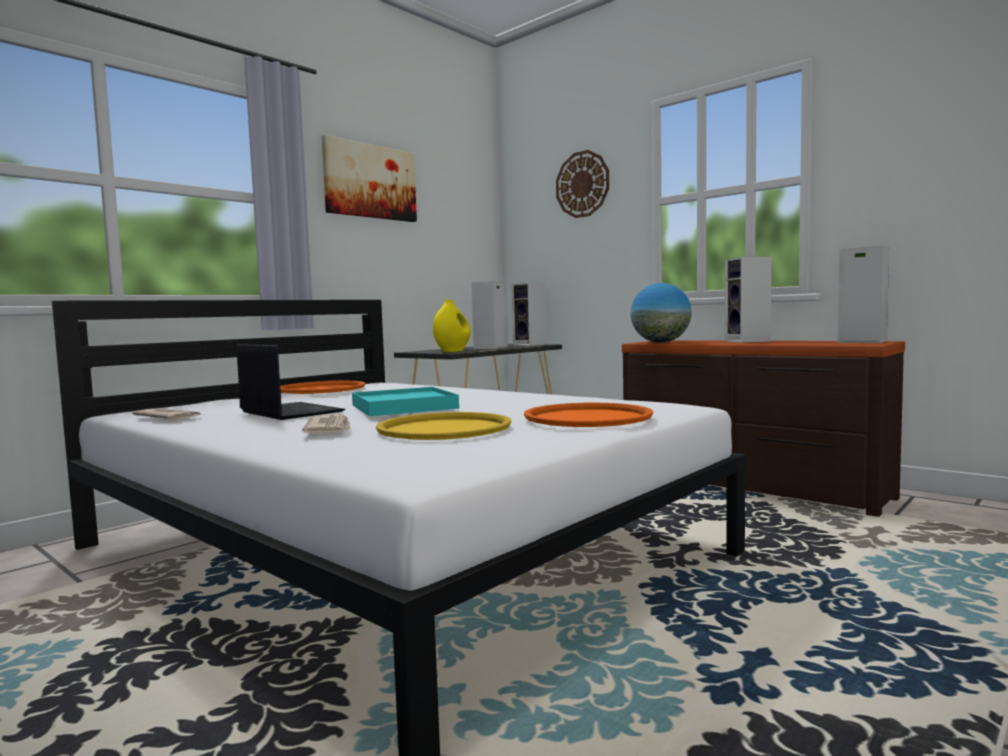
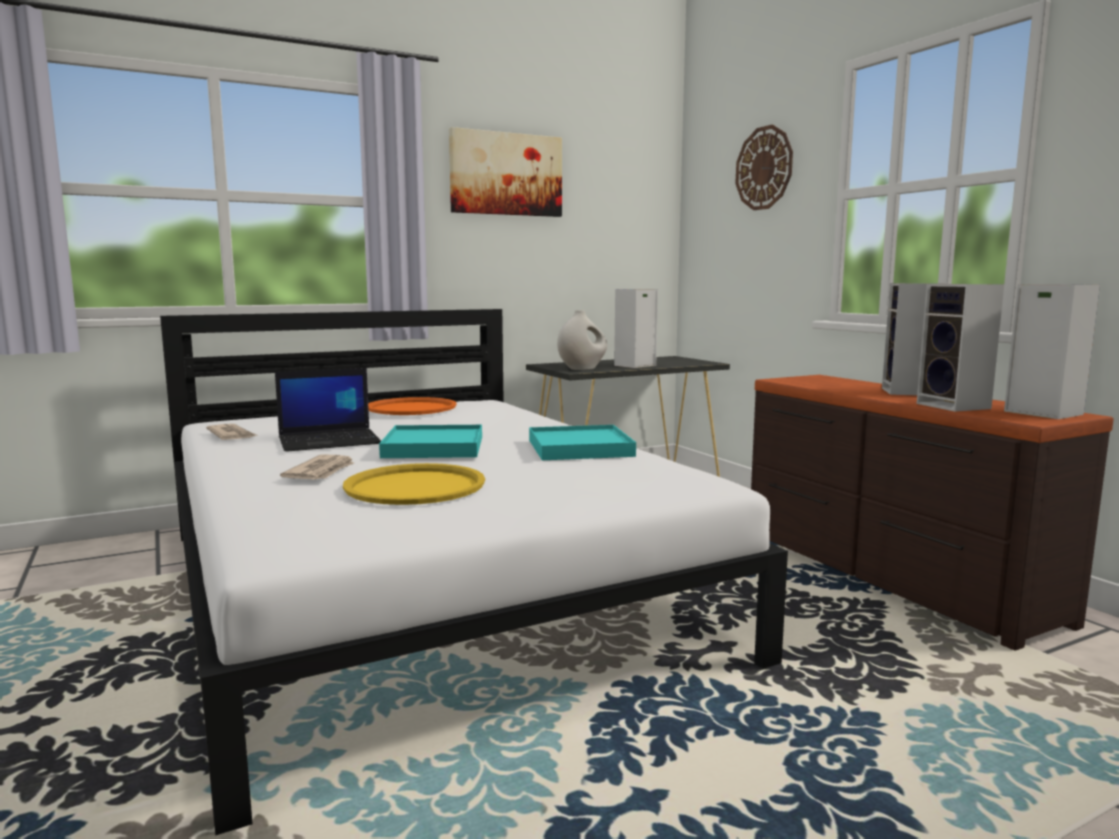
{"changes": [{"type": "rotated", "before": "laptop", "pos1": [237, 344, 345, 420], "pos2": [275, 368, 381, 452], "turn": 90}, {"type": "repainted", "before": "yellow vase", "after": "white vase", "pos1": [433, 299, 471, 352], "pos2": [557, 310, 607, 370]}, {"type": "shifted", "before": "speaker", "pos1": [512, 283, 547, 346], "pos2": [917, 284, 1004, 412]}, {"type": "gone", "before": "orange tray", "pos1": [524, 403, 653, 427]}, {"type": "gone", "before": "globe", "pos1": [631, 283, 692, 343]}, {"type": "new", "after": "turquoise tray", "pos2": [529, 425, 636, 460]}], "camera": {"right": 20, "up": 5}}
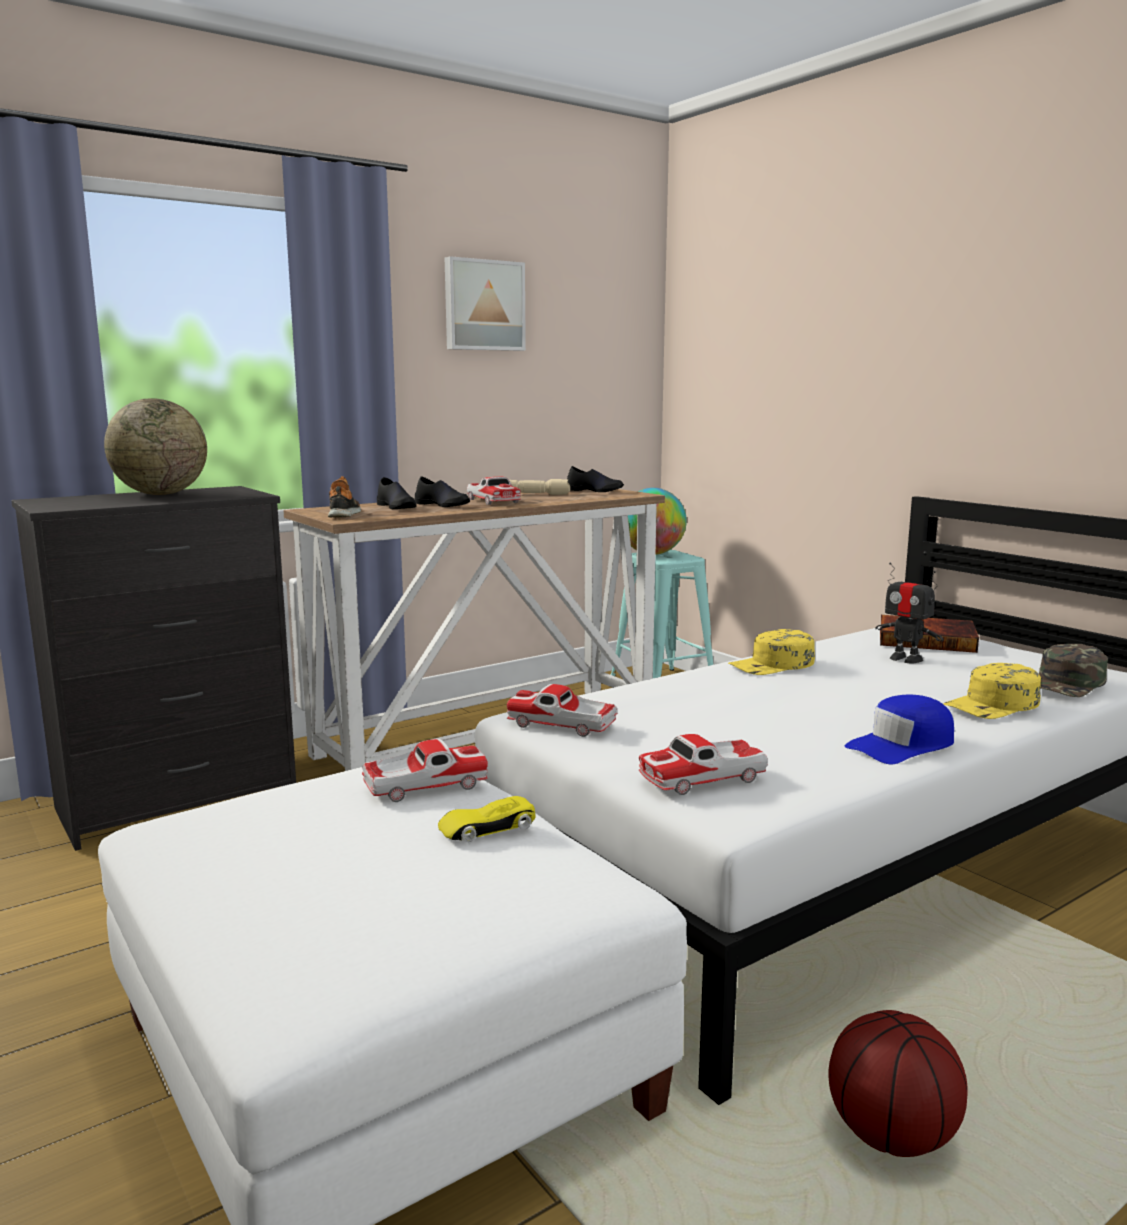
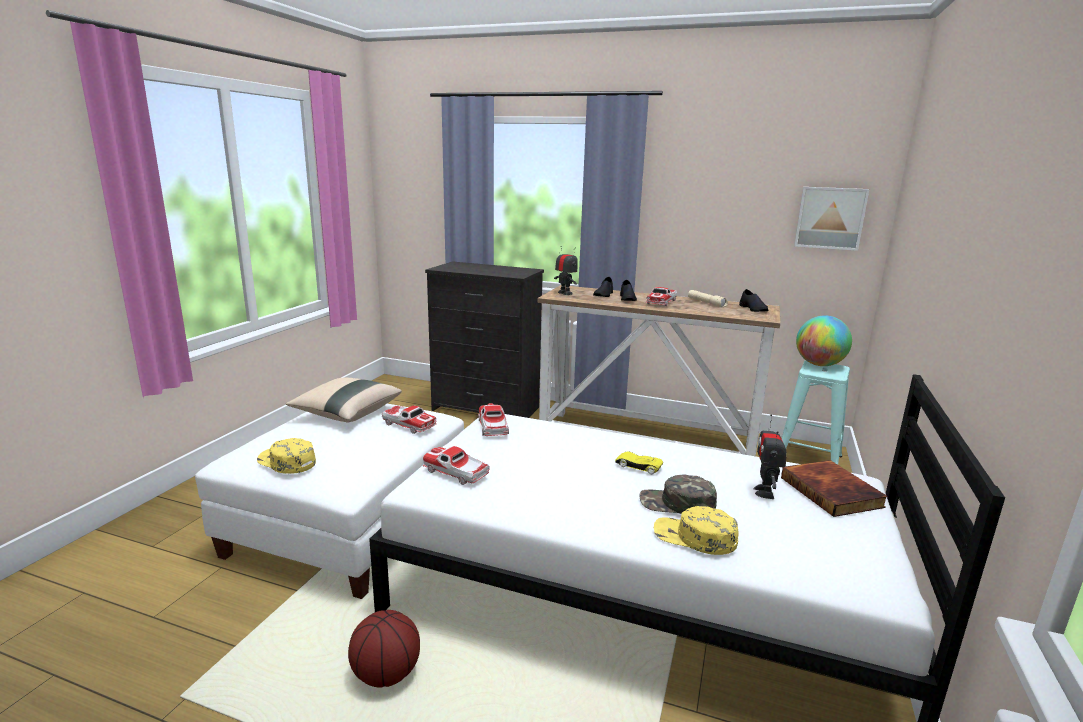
{"changes": [{"type": "gone", "before": "globe", "pos1": [104, 399, 207, 495]}, {"type": "swapped", "before": "shoe", "after": "toy robot", "pos1": [328, 476, 361, 518], "pos2": [554, 247, 578, 295]}, {"type": "shifted", "before": "yellow toy car", "pos1": [438, 796, 536, 842], "pos2": [615, 451, 663, 474]}, {"type": "shifted", "before": "picture", "pos1": [445, 256, 526, 351], "pos2": [794, 187, 869, 251]}, {"type": "shifted", "before": "yellow cap", "pos1": [728, 629, 815, 675], "pos2": [257, 438, 316, 474]}, {"type": "gone", "before": "blue cap", "pos1": [845, 695, 954, 764]}, {"type": "shifted", "before": "green cap", "pos1": [1039, 644, 1108, 697], "pos2": [639, 475, 717, 514]}, {"type": "new", "after": "beige pillow", "pos2": [286, 378, 402, 422]}], "camera": {"right": 55, "up": 5}}
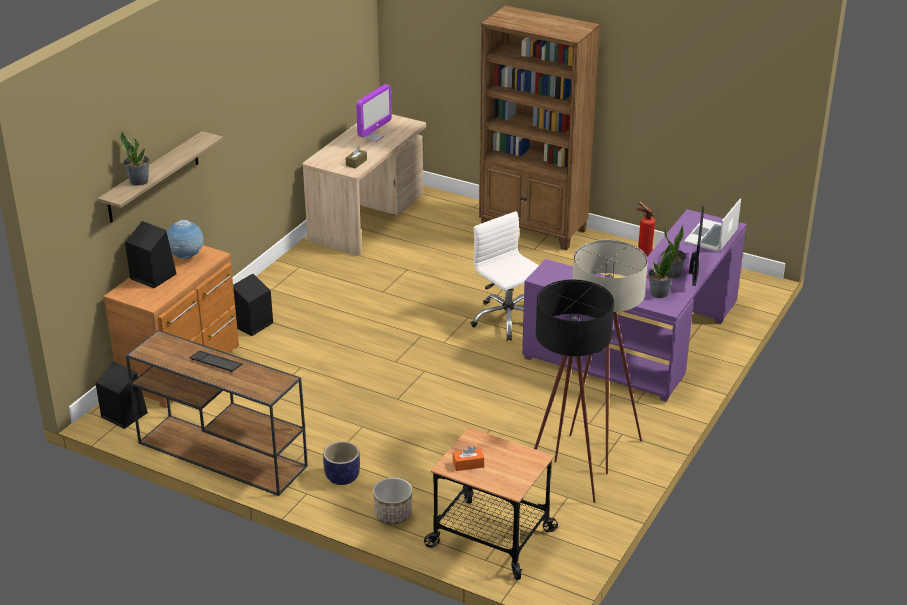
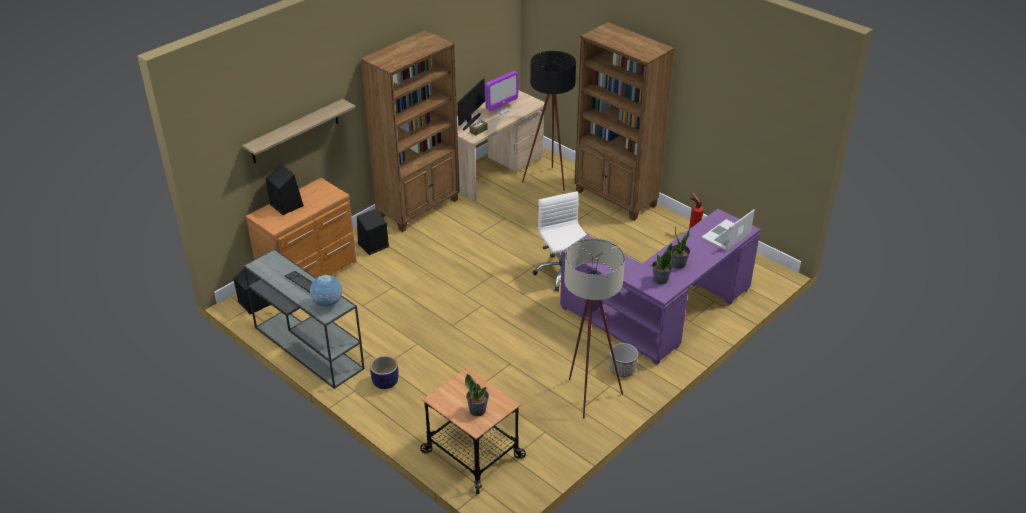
{"changes": [{"type": "shifted", "before": "potted plant", "pos1": [120, 131, 149, 186], "pos2": [465, 374, 489, 416]}, {"type": "repainted", "before": "brown console table", "after": "grey console table", "pos1": [126, 330, 308, 496], "pos2": [243, 249, 364, 389]}, {"type": "shifted", "before": "globe", "pos1": [167, 220, 204, 260], "pos2": [310, 275, 342, 307]}, {"type": "shifted", "before": "planter", "pos1": [373, 478, 412, 524], "pos2": [610, 343, 639, 377]}, {"type": "gone", "before": "orange tissue box", "pos1": [453, 446, 484, 471]}, {"type": "shifted", "before": "black floor lamp", "pos1": [534, 279, 614, 503], "pos2": [522, 51, 576, 191]}, {"type": "shifted", "before": "monitor", "pos1": [689, 206, 704, 286], "pos2": [458, 78, 485, 131]}, {"type": "new", "after": "brown bookcase", "pos2": [361, 30, 460, 232]}], "camera": {"right": 15, "up": 5}}
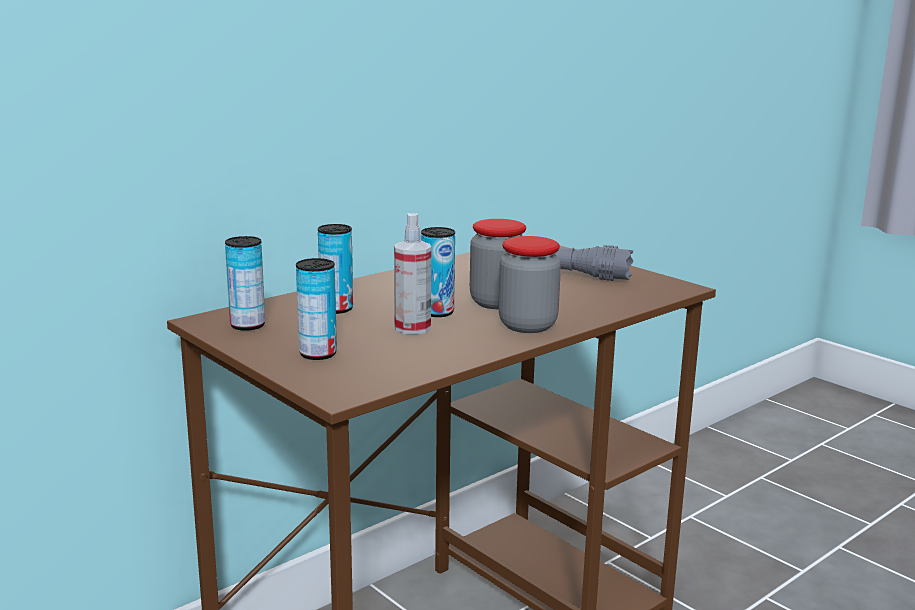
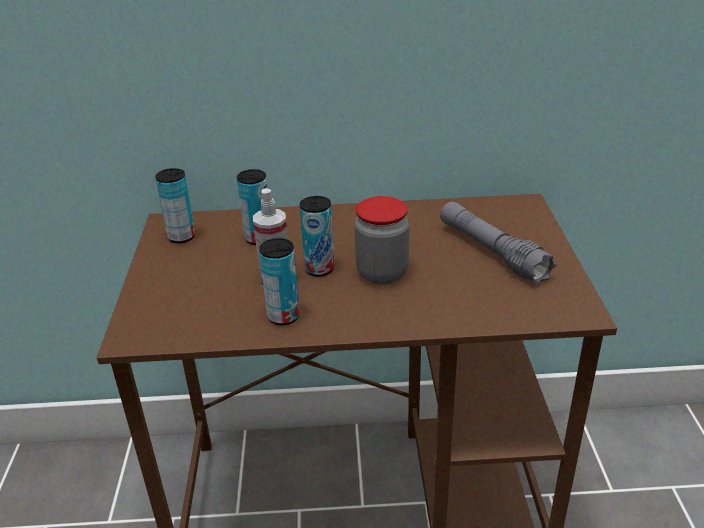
{"changes": [{"type": "shifted", "before": "can", "pos1": [296, 258, 337, 360], "pos2": [259, 238, 300, 325]}, {"type": "gone", "before": "jar", "pos1": [498, 236, 561, 333]}], "camera": {"right": 40, "up": 15}}
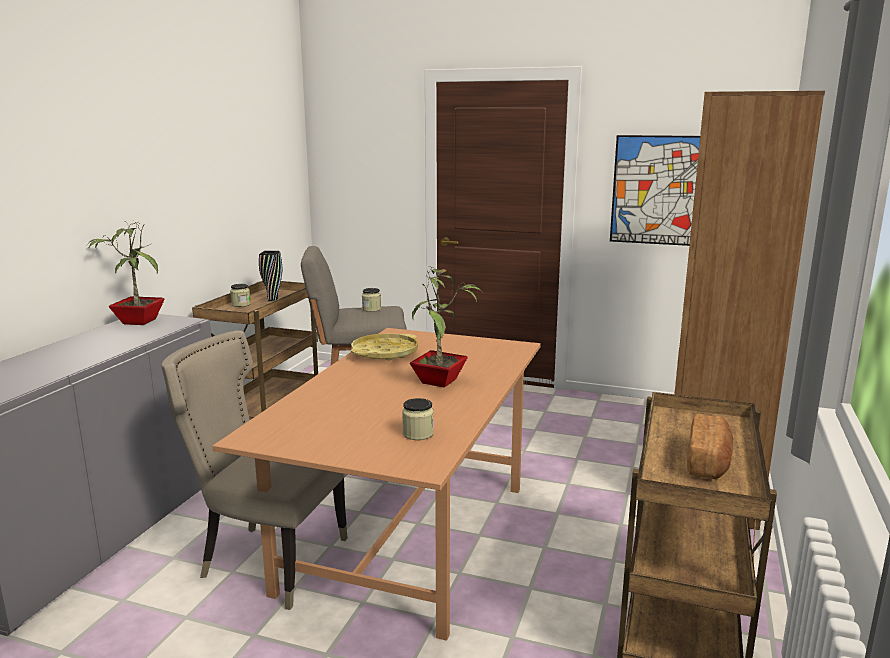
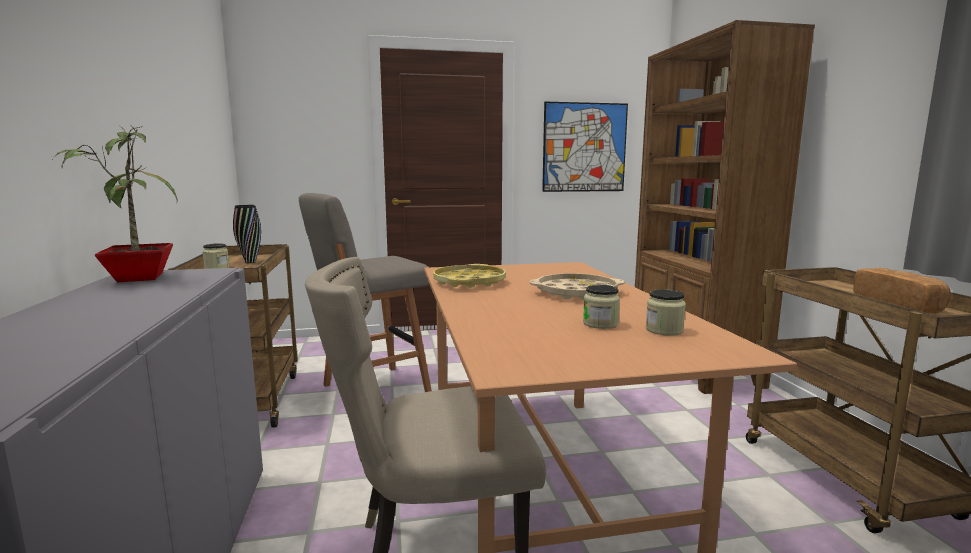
{"changes": [{"type": "shifted", "before": "jar", "pos1": [362, 288, 381, 312], "pos2": [583, 285, 620, 329]}, {"type": "swapped", "before": "potted plant", "after": "beige tray", "pos1": [410, 266, 482, 388], "pos2": [530, 273, 625, 300]}], "camera": {"right": -30, "up": -5}}
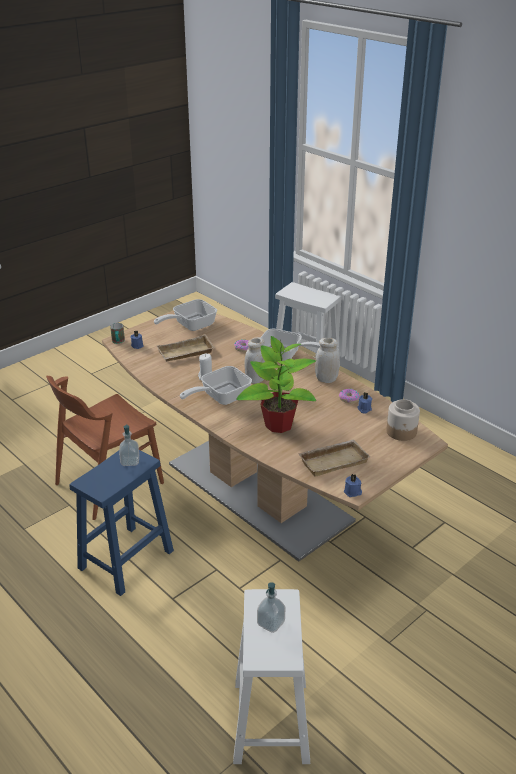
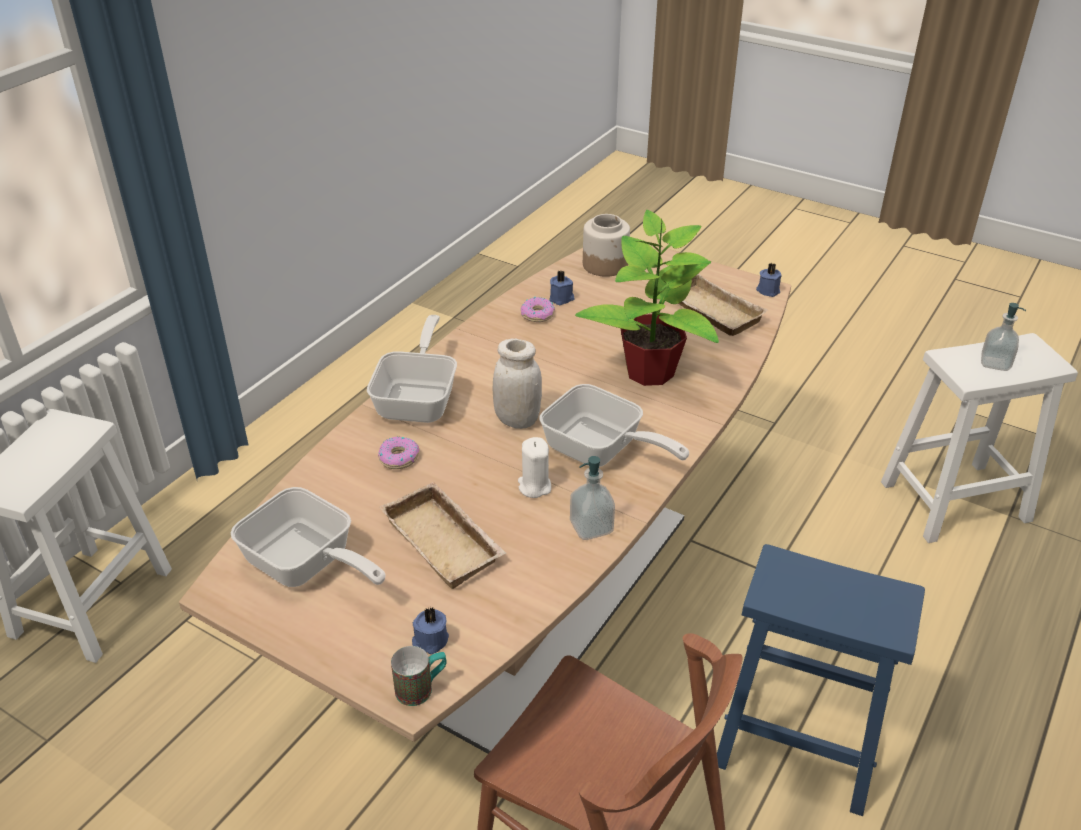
{"changes": [{"type": "shifted", "before": "soap dispenser", "pos1": [119, 424, 139, 466], "pos2": [570, 456, 615, 540]}, {"type": "gone", "before": "white jar", "pos1": [315, 338, 340, 383]}], "camera": {"right": -105, "up": 5}}
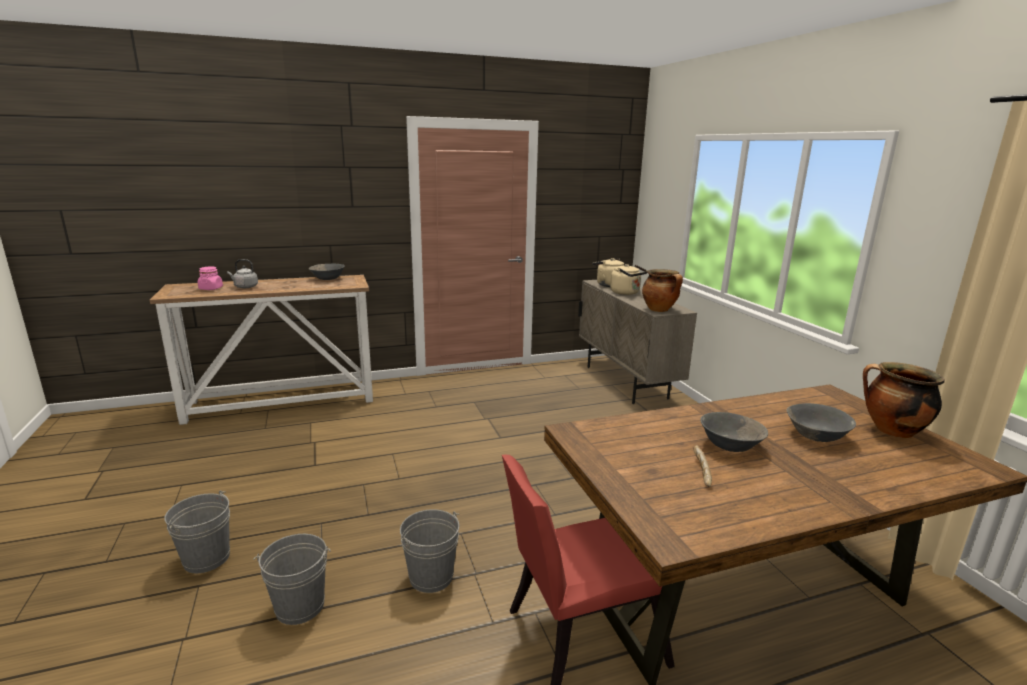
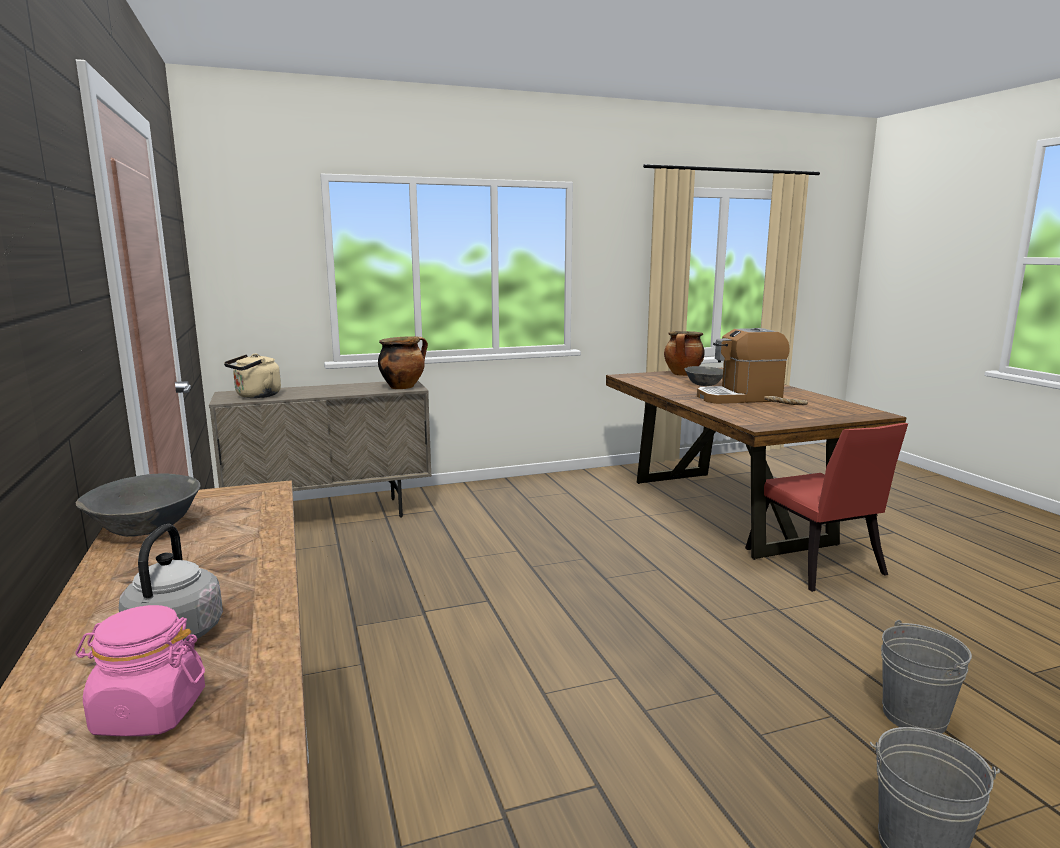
{"changes": [{"type": "gone", "before": "grey bucket", "pos1": [400, 509, 459, 593]}, {"type": "gone", "before": "beige kettle", "pos1": [610, 264, 648, 295]}, {"type": "swapped", "before": "grey bowl", "after": "coffee machine", "pos1": [700, 412, 768, 452], "pos2": [697, 328, 790, 404]}], "camera": {"right": -90, "up": -5}}
